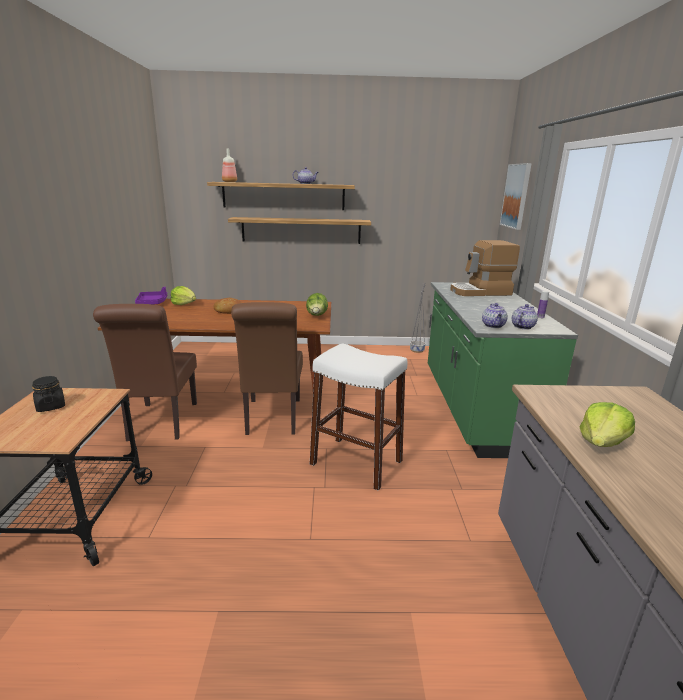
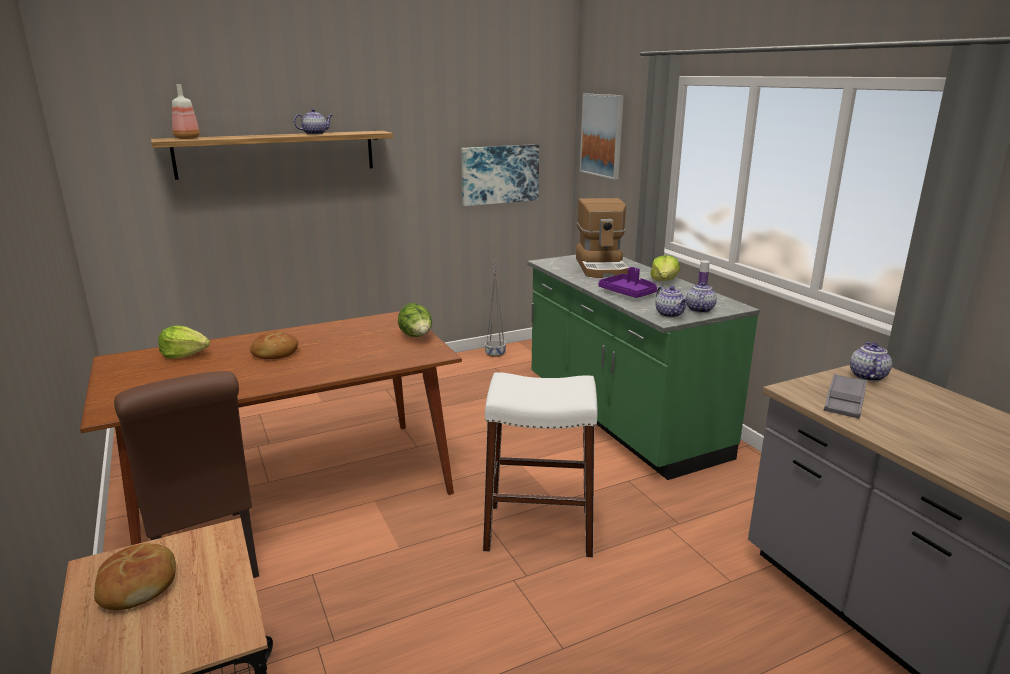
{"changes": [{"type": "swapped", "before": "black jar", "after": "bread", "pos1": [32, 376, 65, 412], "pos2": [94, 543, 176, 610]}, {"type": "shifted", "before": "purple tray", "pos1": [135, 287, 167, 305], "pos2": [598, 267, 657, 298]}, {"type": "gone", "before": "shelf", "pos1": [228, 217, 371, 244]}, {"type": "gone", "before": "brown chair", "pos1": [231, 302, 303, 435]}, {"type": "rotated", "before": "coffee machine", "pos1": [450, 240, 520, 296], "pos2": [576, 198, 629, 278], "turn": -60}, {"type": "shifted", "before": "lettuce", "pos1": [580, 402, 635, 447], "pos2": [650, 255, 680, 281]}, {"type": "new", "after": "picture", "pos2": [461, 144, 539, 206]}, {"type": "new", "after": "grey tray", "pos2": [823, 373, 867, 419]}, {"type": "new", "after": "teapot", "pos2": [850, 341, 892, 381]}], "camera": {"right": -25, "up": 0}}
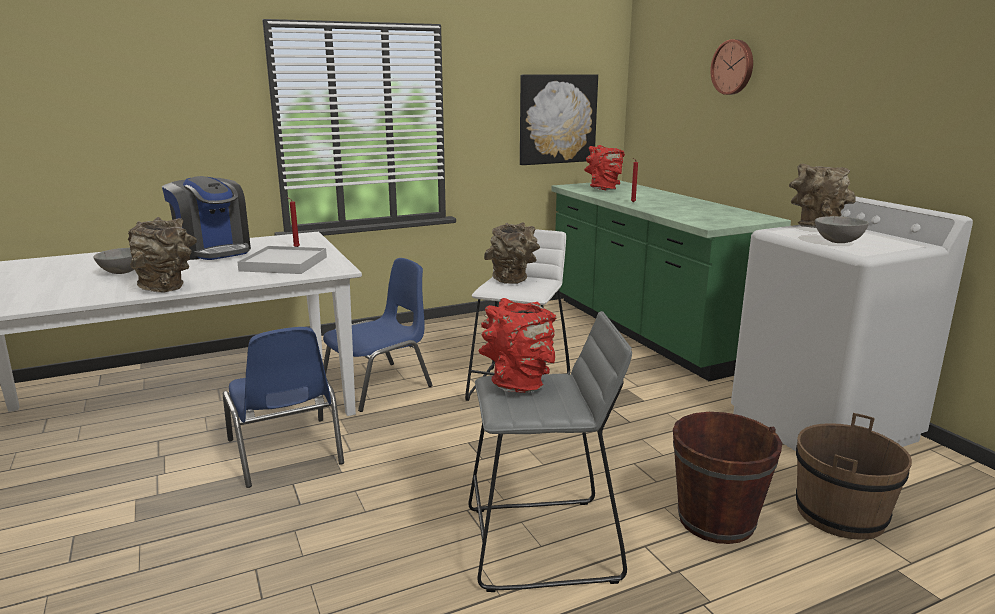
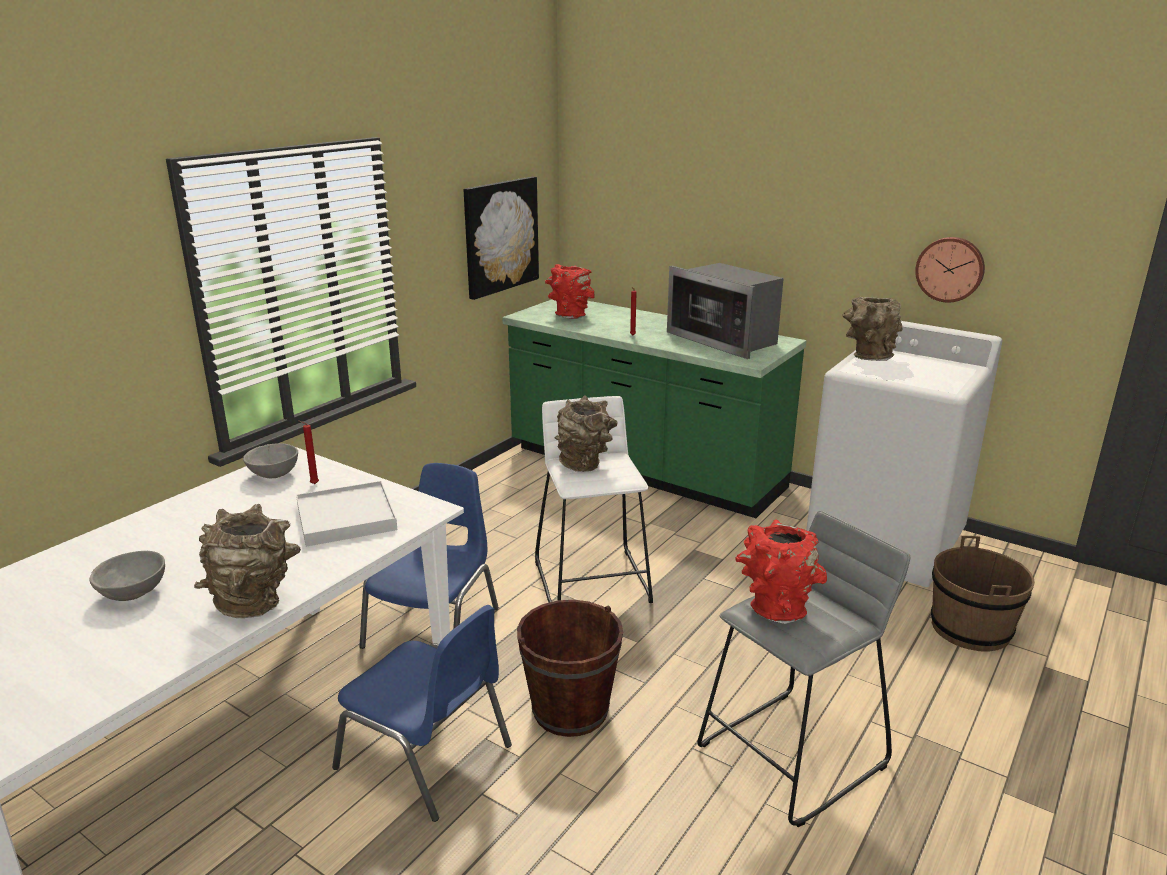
{"changes": [{"type": "gone", "before": "coffee machine", "pos1": [162, 176, 251, 260]}, {"type": "shifted", "before": "brown bucket", "pos1": [673, 412, 782, 544], "pos2": [517, 600, 623, 737]}, {"type": "shifted", "before": "wall clock", "pos1": [710, 39, 753, 95], "pos2": [915, 237, 985, 303]}, {"type": "shifted", "before": "grey bowl", "pos1": [815, 216, 869, 243], "pos2": [243, 443, 298, 478]}, {"type": "new", "after": "microwave", "pos2": [667, 263, 784, 359]}], "camera": {"right": -30, "up": 5}}
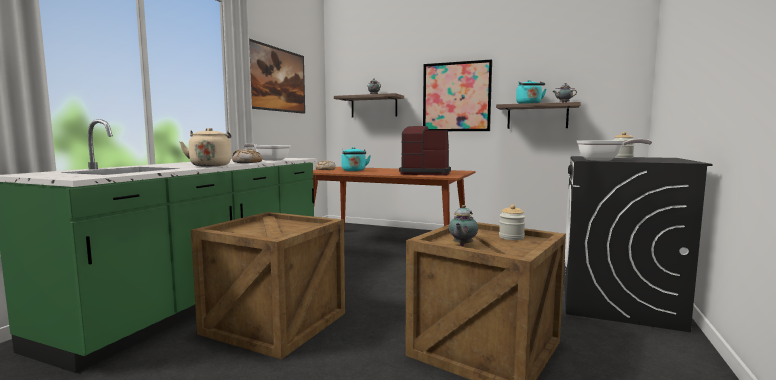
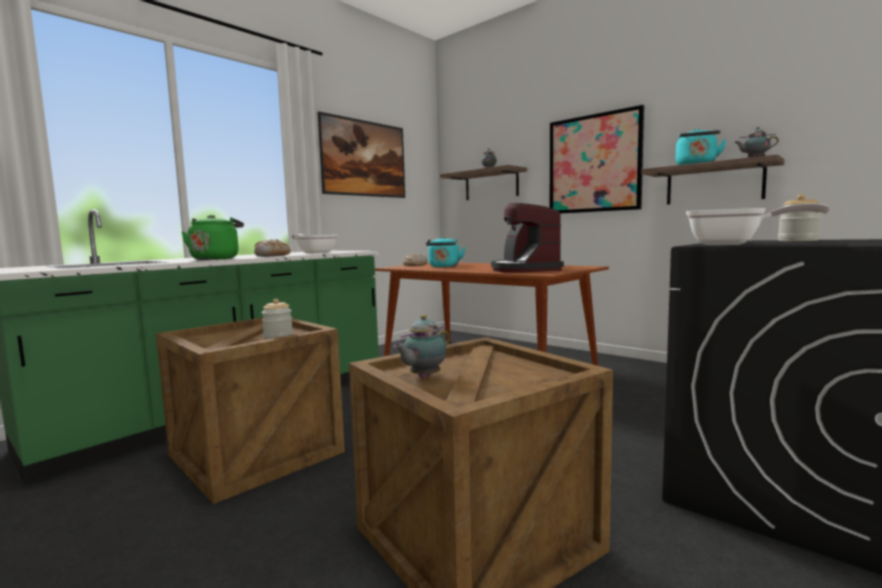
{"changes": [{"type": "repainted", "before": "beige kettle", "after": "green kettle", "pos1": [179, 128, 231, 166], "pos2": [181, 215, 244, 260]}, {"type": "rotated", "before": "coffee machine", "pos1": [399, 126, 451, 176], "pos2": [491, 203, 564, 273], "turn": -135}, {"type": "shifted", "before": "jar", "pos1": [499, 204, 526, 240], "pos2": [262, 299, 293, 339]}], "camera": {"right": 20, "up": 0}}
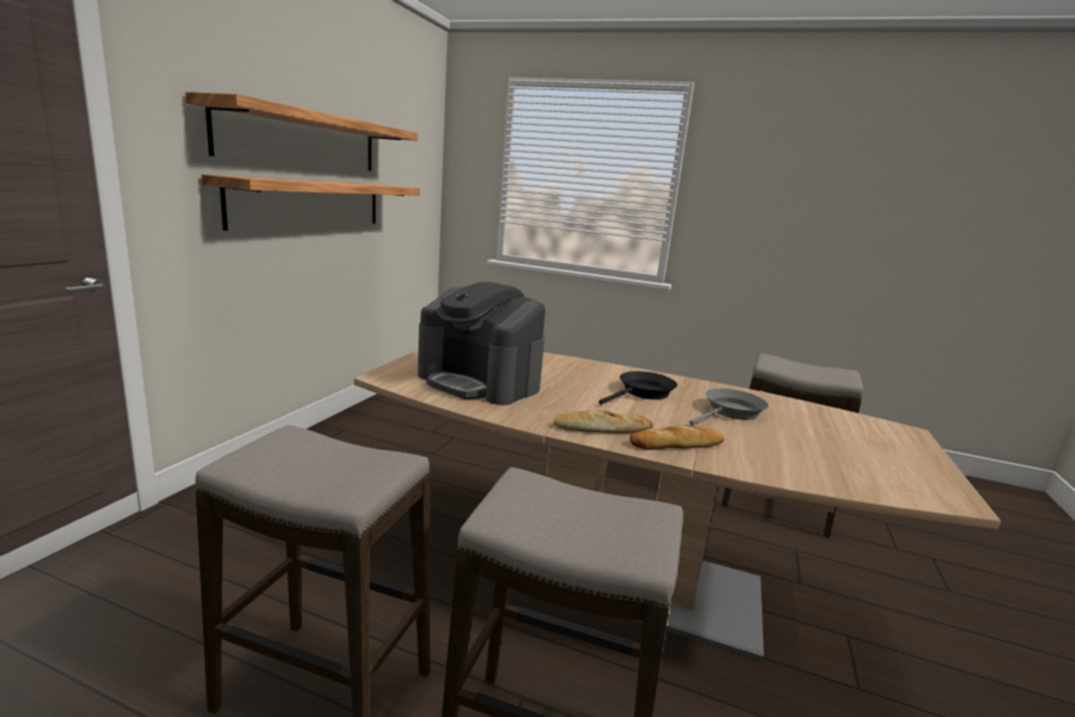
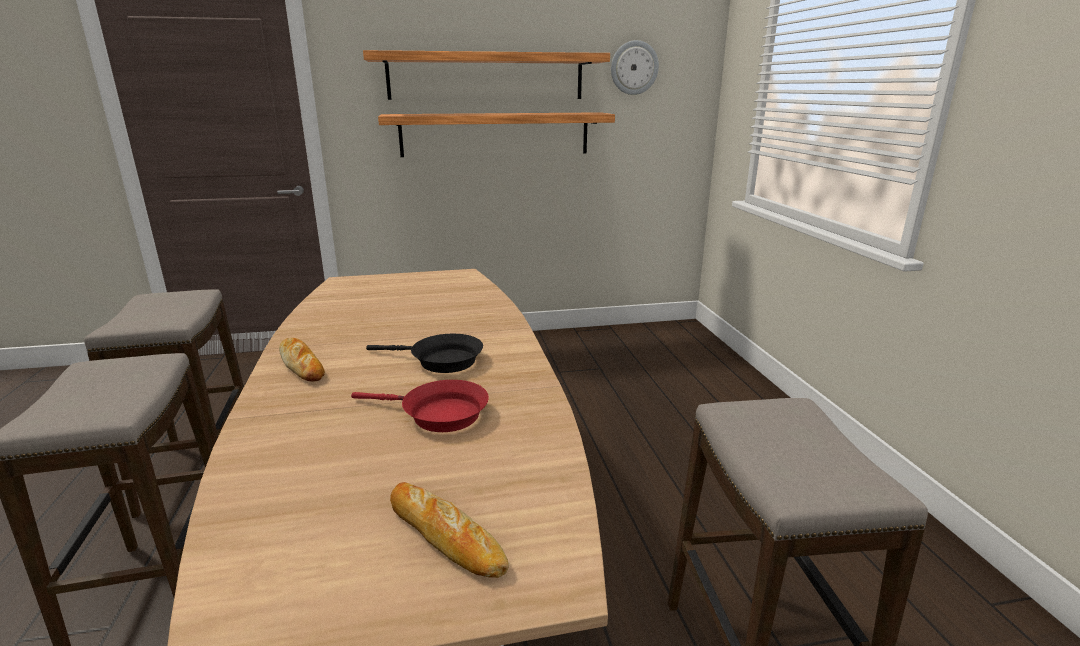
{"changes": [{"type": "gone", "before": "coffee machine", "pos1": [418, 282, 545, 405]}, {"type": "shifted", "before": "bread", "pos1": [630, 425, 724, 450], "pos2": [390, 482, 509, 578]}, {"type": "repainted", "before": "grey frying pan", "after": "red frying pan", "pos1": [689, 388, 769, 425], "pos2": [351, 380, 489, 432]}, {"type": "new", "after": "wall clock", "pos2": [611, 40, 659, 95]}], "camera": {"right": 60, "up": 5}}
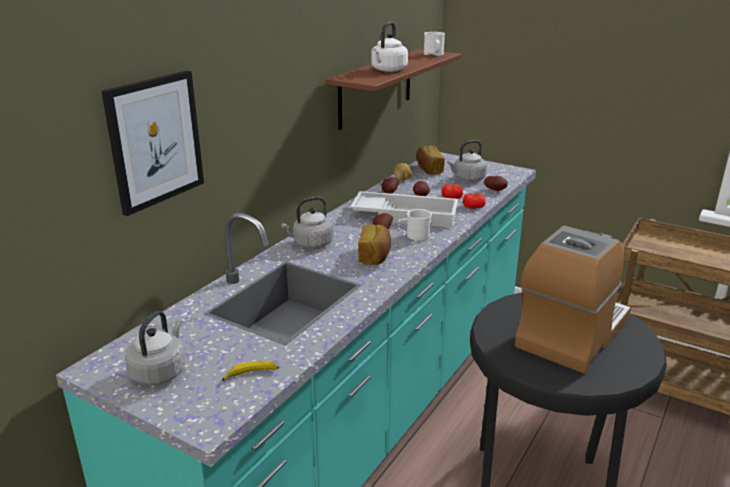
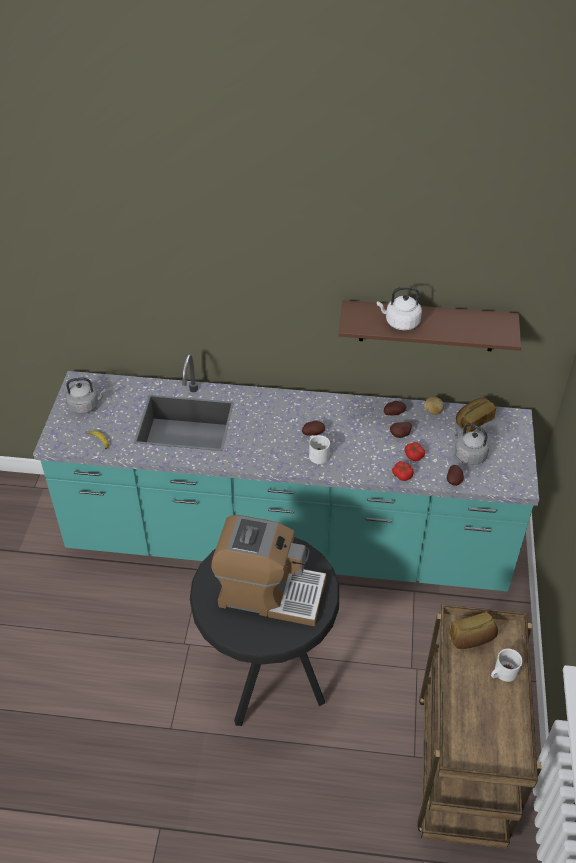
{"changes": [{"type": "gone", "before": "picture", "pos1": [101, 70, 204, 216]}, {"type": "gone", "before": "grey kettle", "pos1": [281, 196, 333, 249]}, {"type": "gone", "before": "white tray", "pos1": [350, 191, 458, 228]}, {"type": "shifted", "before": "bread", "pos1": [358, 224, 391, 265], "pos2": [450, 612, 498, 649]}, {"type": "shifted", "before": "white mug", "pos1": [424, 32, 445, 56], "pos2": [491, 649, 522, 682]}], "camera": {"right": 65, "up": 20}}
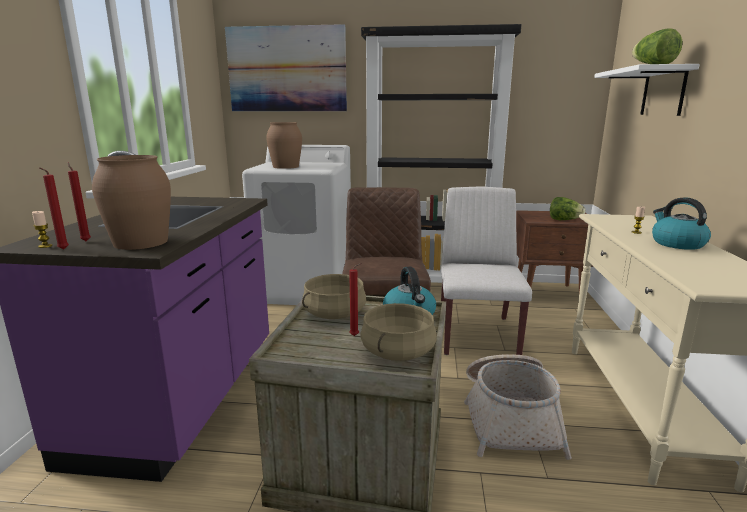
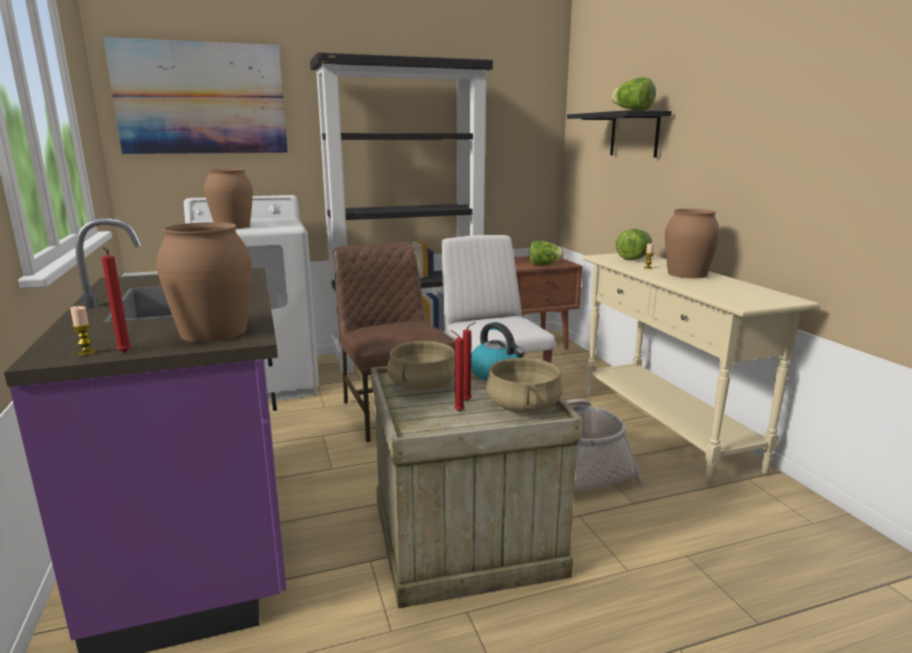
{"changes": [{"type": "shifted", "before": "red candle", "pos1": [68, 163, 91, 241], "pos2": [451, 330, 465, 412]}, {"type": "repainted", "before": "white shelf", "after": "black shelf", "pos1": [594, 64, 700, 116], "pos2": [567, 110, 672, 158]}, {"type": "swapped", "before": "kettle", "after": "brown vase", "pos1": [652, 197, 711, 250], "pos2": [665, 209, 720, 278]}, {"type": "new", "after": "lettuce", "pos2": [616, 229, 652, 260]}], "camera": {"right": -25, "up": 0}}
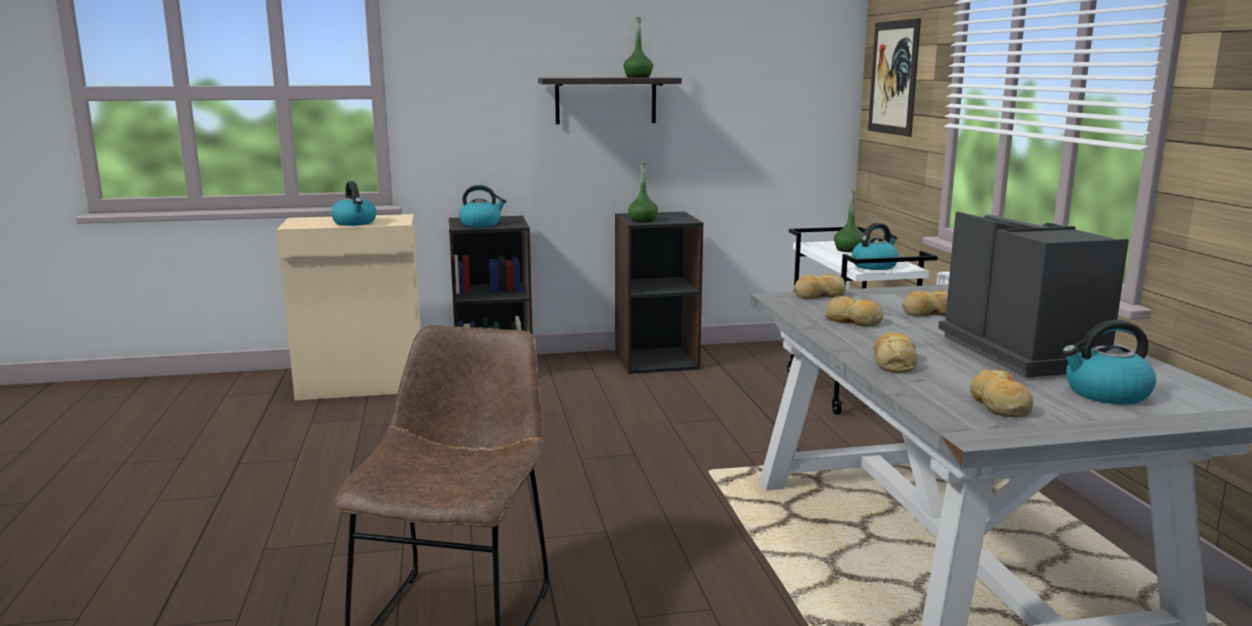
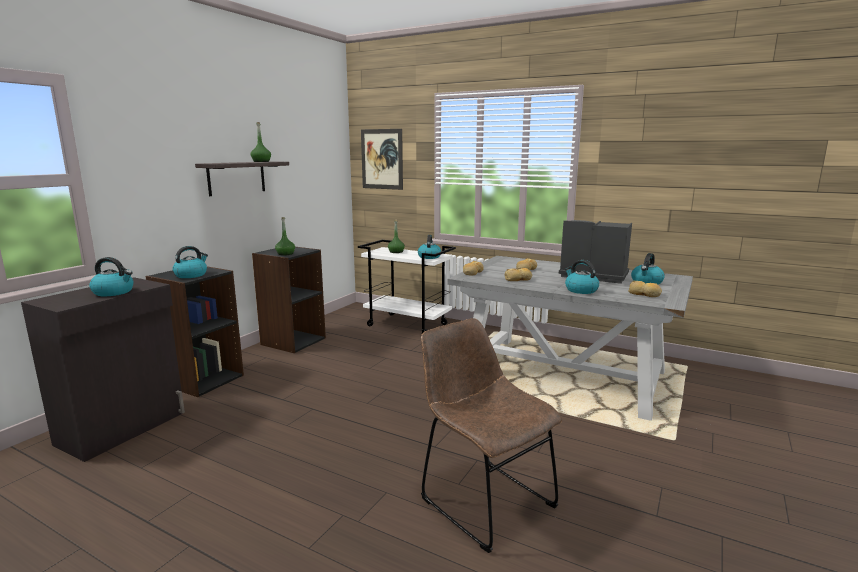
{"changes": [{"type": "repainted", "before": "beige cabinet", "after": "black cabinet", "pos1": [276, 214, 421, 400], "pos2": [21, 277, 185, 462]}, {"type": "swapped", "before": "bread", "after": "kettle", "pos1": [874, 333, 918, 373], "pos2": [565, 260, 599, 294]}], "camera": {"right": -50, "up": 0}}
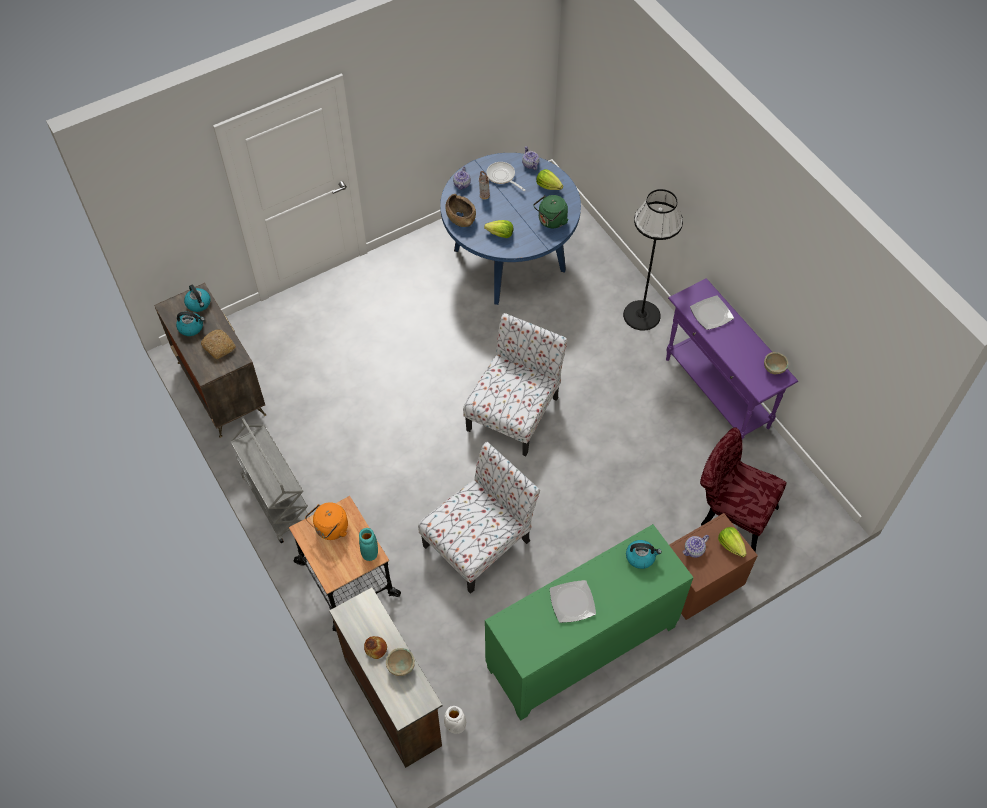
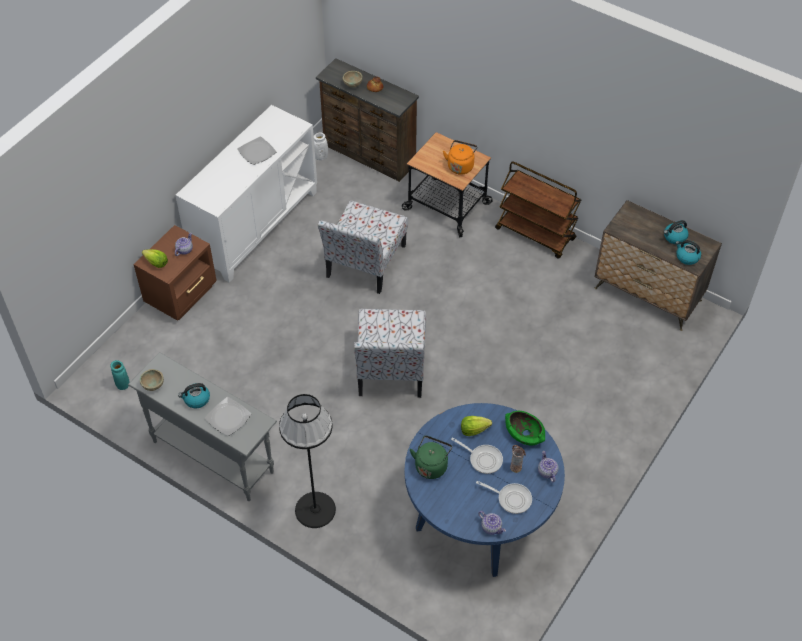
{"changes": [{"type": "gone", "before": "bread", "pos1": [201, 329, 236, 359]}, {"type": "repainted", "before": "grey cart", "after": "brown cart", "pos1": [230, 418, 310, 543], "pos2": [495, 161, 581, 259]}, {"type": "shifted", "before": "turquoise vase", "pos1": [359, 528, 378, 561], "pos2": [110, 360, 130, 390]}, {"type": "repainted", "before": "brown bowl", "after": "green bowl", "pos1": [445, 194, 476, 227], "pos2": [505, 411, 545, 445]}, {"type": "repainted", "before": "green cabinet", "after": "white cabinet", "pos1": [485, 524, 694, 721], "pos2": [175, 105, 317, 283]}, {"type": "gone", "before": "lettuce", "pos1": [536, 169, 563, 190]}, {"type": "shifted", "before": "kettle", "pos1": [626, 540, 662, 569], "pos2": [178, 383, 210, 408]}, {"type": "repainted", "before": "purple console table", "after": "grey console table", "pos1": [666, 278, 798, 440], "pos2": [128, 352, 277, 501]}, {"type": "gone", "before": "red chair", "pos1": [700, 427, 786, 552]}, {"type": "new", "after": "frying pan", "pos2": [451, 437, 503, 474]}], "camera": {"right": 155, "up": -5}}
